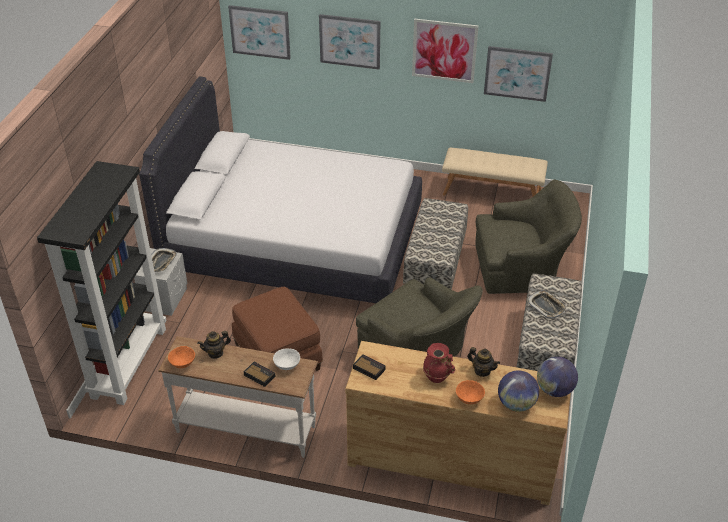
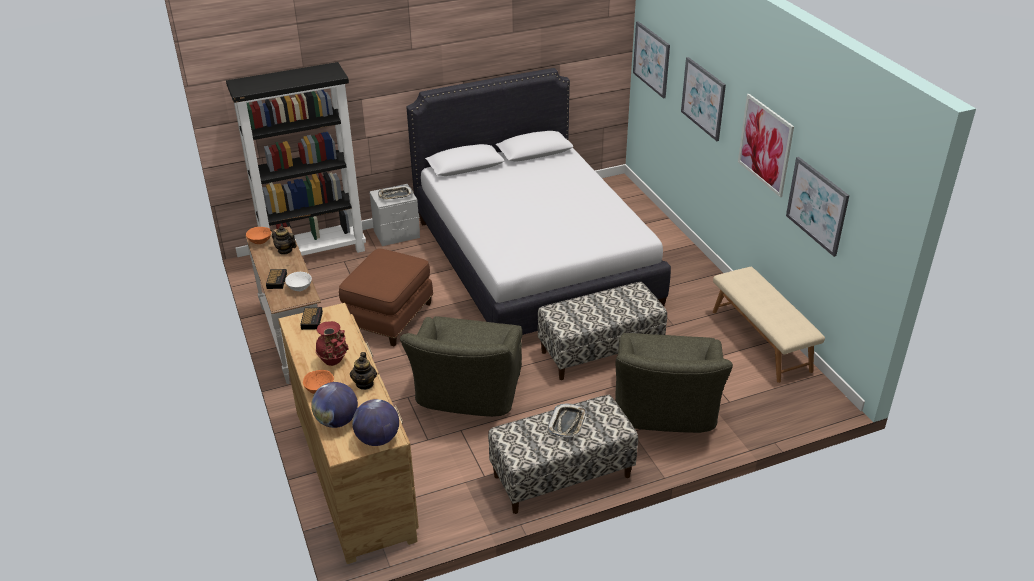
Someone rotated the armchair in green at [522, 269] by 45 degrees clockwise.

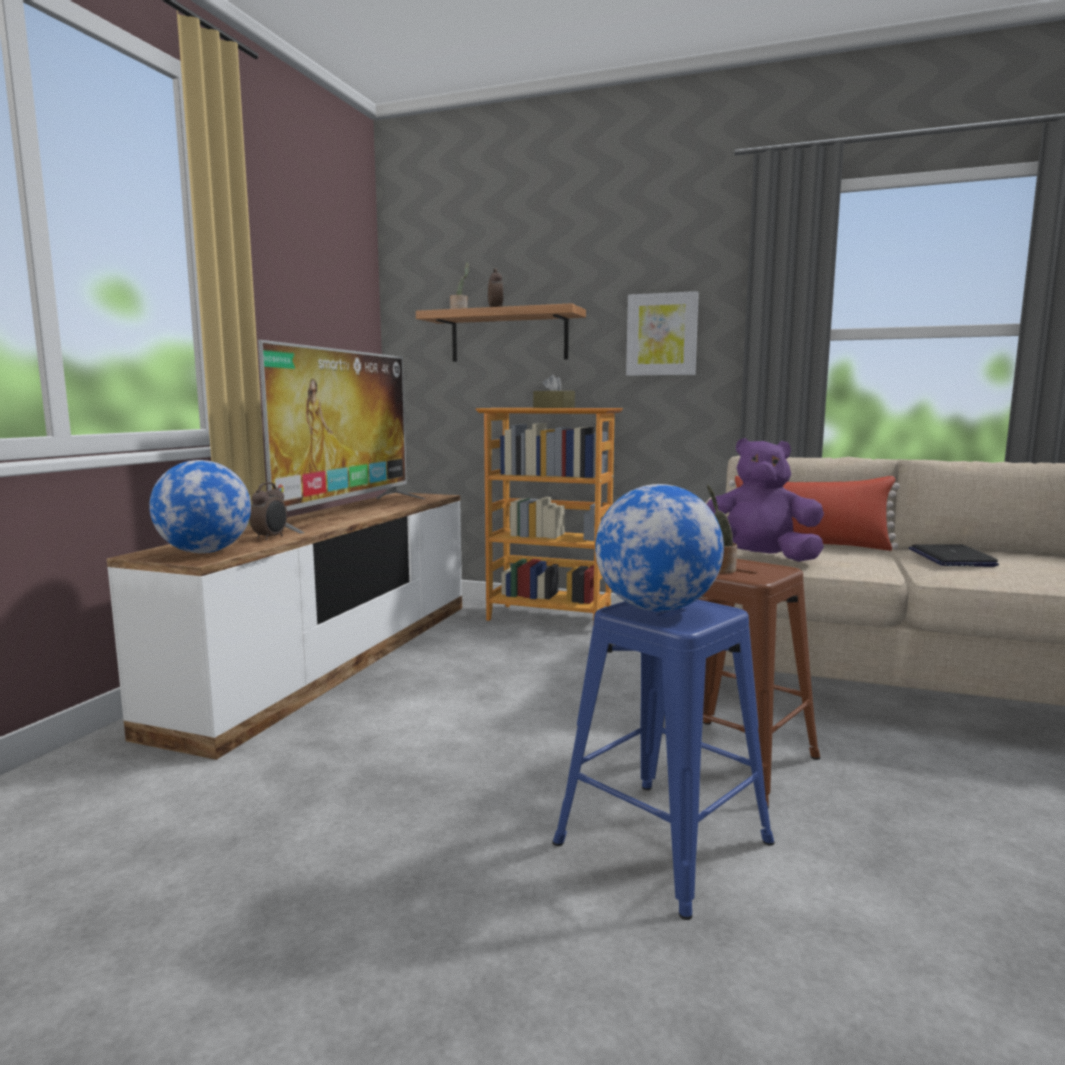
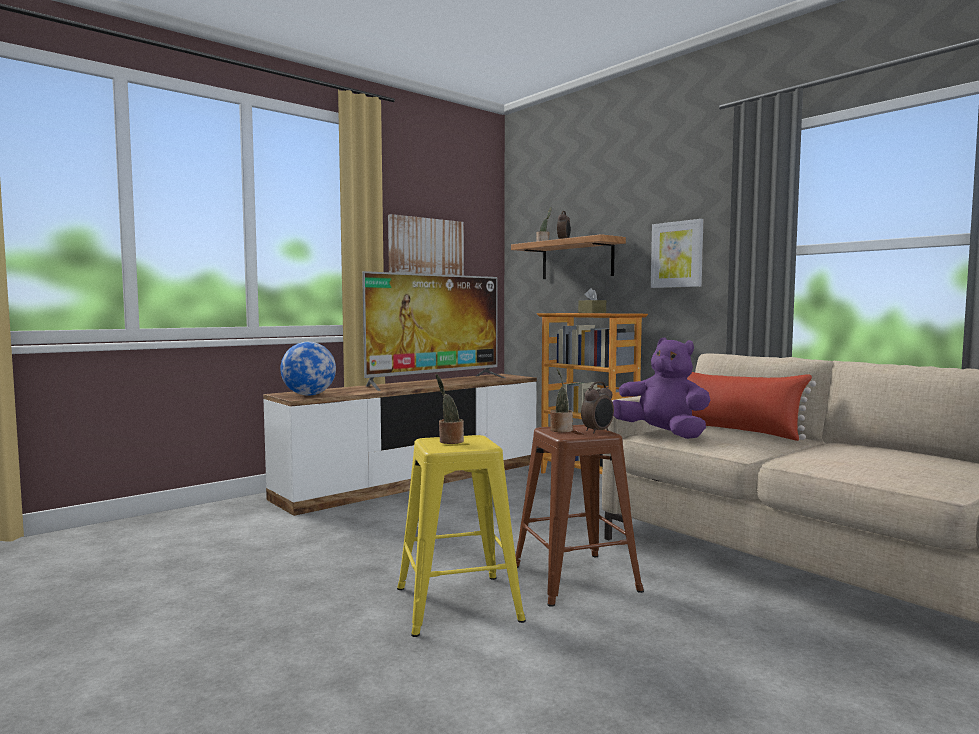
Someone took away the laptop at [951, 558]. Someone put up the picture at [426, 248]. Someone carried the alarm clock from [271, 538] to [598, 431]. Someone swapped the globe at [656, 609] for the potted plant at [449, 441]. Someone repainted the stool in blue at [662, 840], which became the stool in yellow at [459, 603].

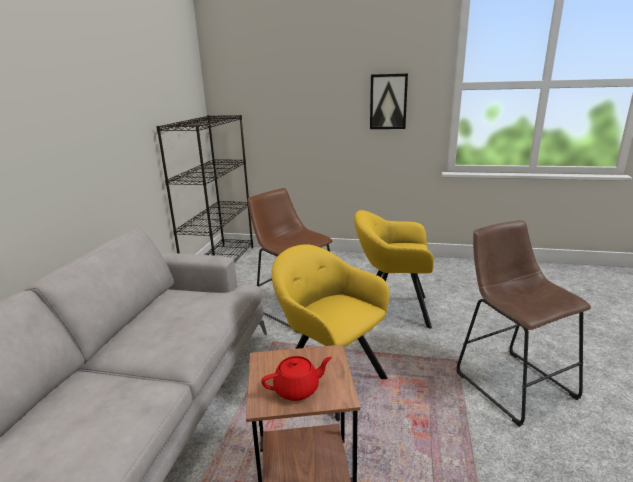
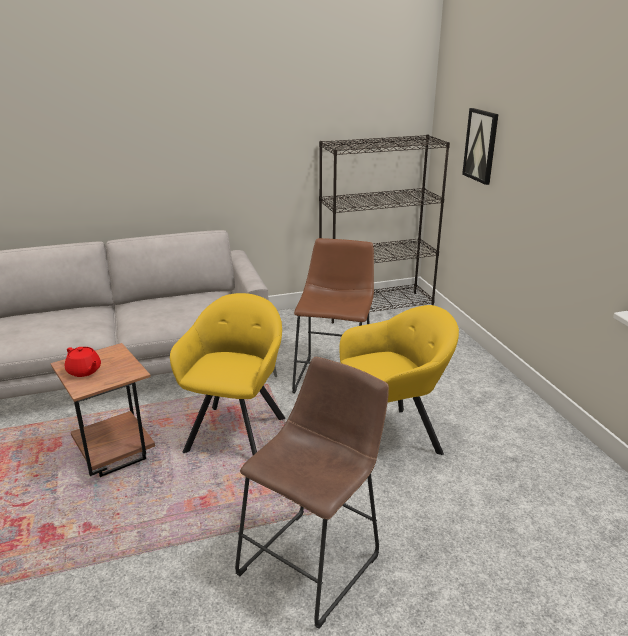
Someone carried the picture from [388, 102] to [481, 145]. Someone rotated the armchair in yellow at [392, 309] by 90 degrees clockwise.

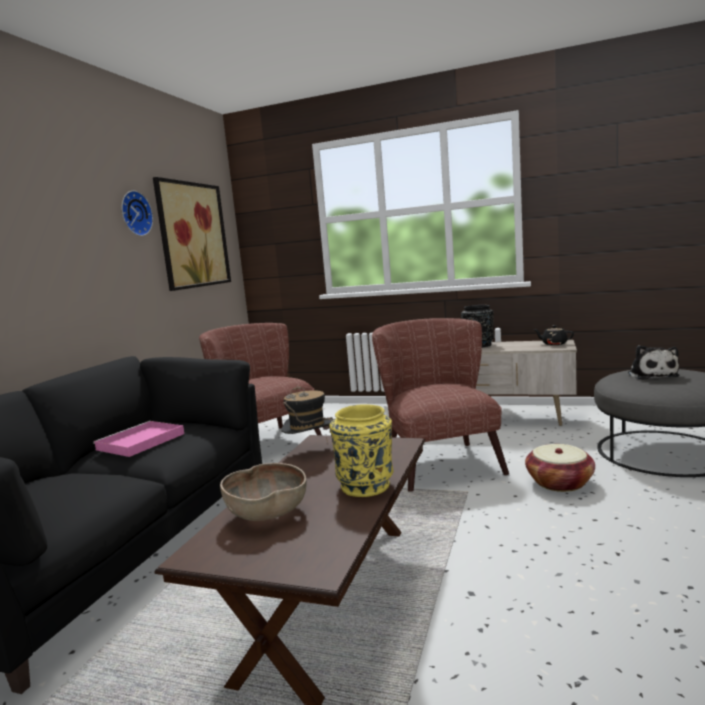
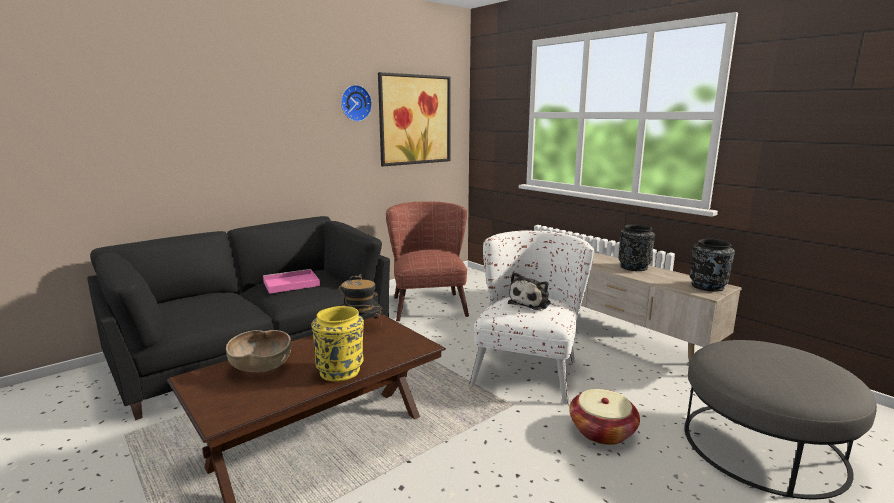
Someone carried the plush toy from [652, 375] to [531, 303]. Someone swapped the teapot in black at [553, 344] for the vase in black at [707, 287]. Someone repainted the armchair in brown at [438, 461], which became the armchair in white at [529, 368].

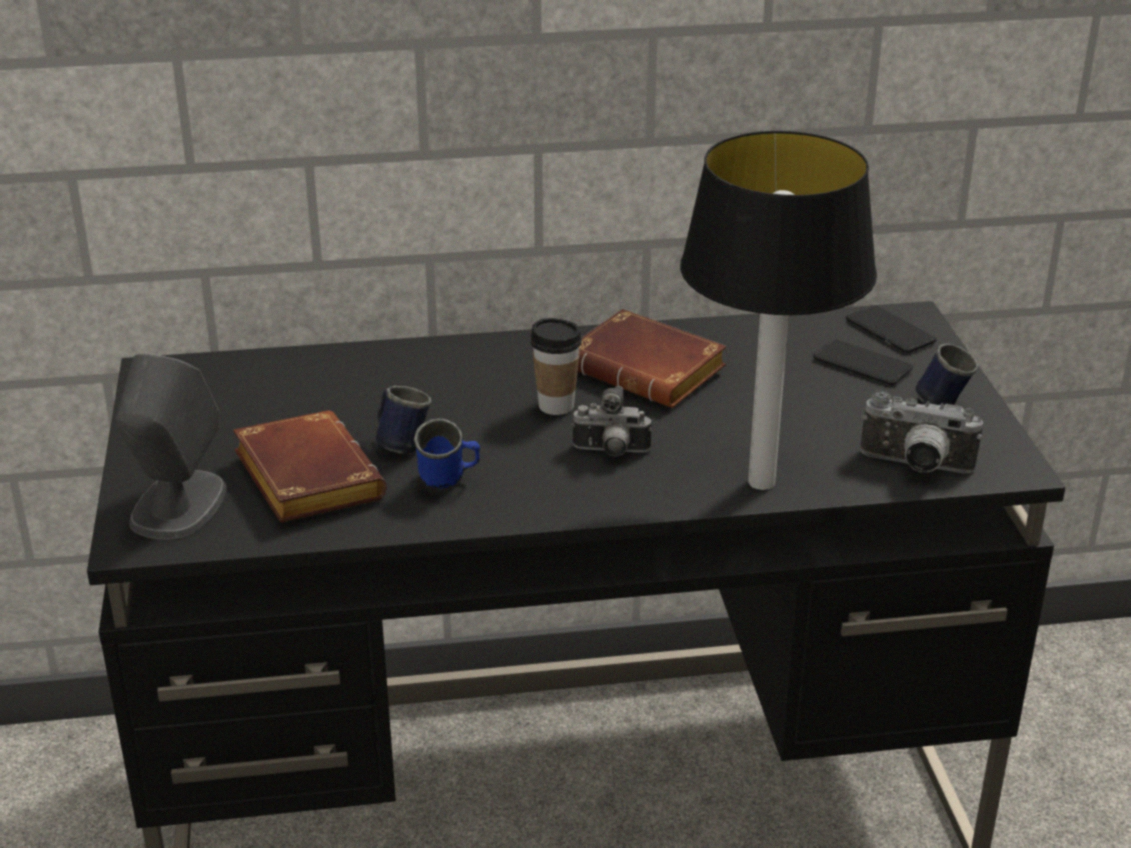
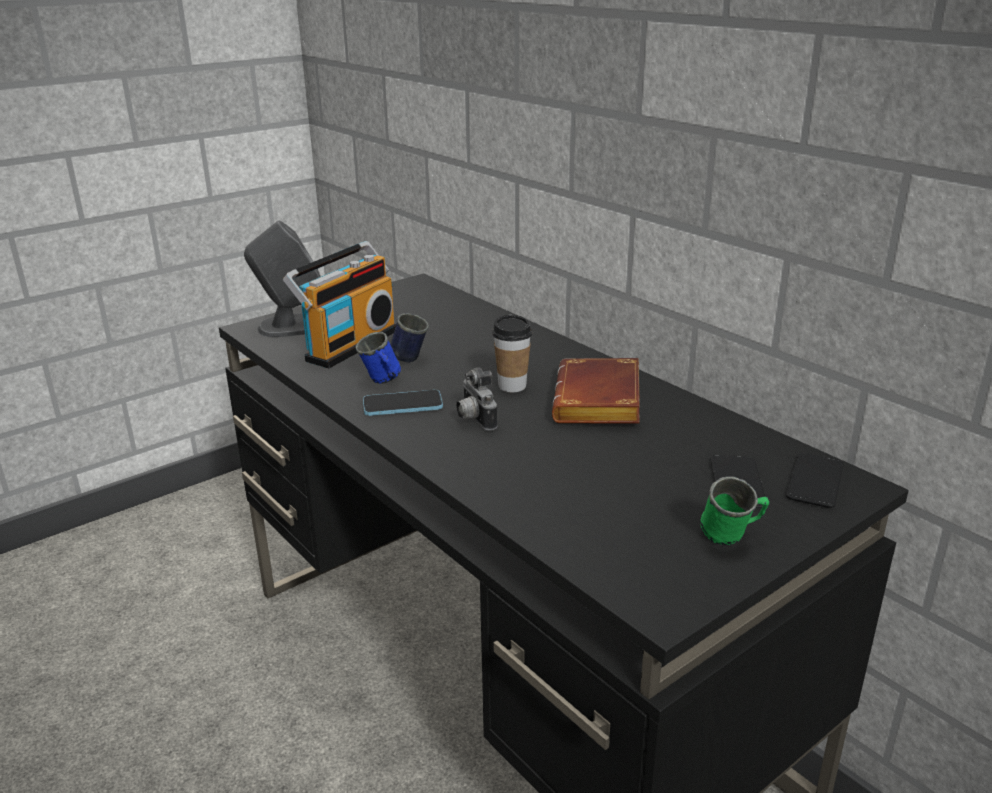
Someone took away the table lamp at [762, 483]. Someone took away the photo camera at [915, 467]. Someone put down the phone at [402, 405]. Someone swapped the book in brown at [303, 478] for the radio at [348, 344]. Someone repainted the mug in blue at [944, 401], which became the mug in green at [732, 538].

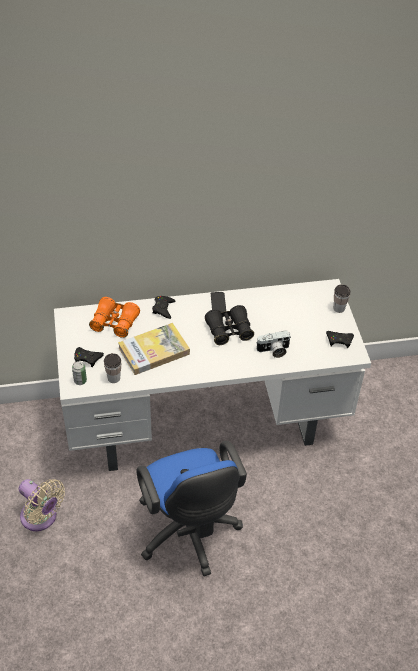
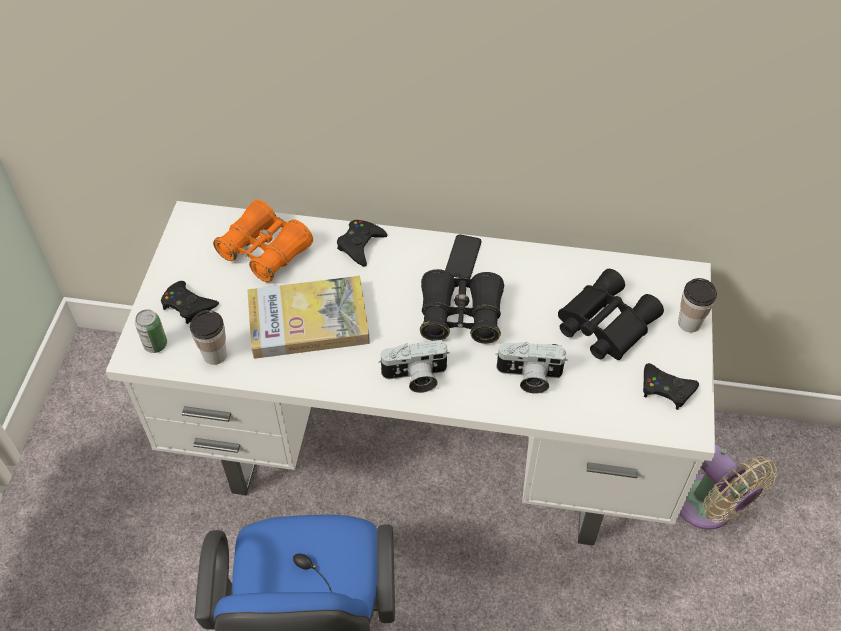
Someone put down the photo camera at [415, 377]. Someone put down the binoculars in black at [603, 323]. Someone carried the fan in beige from [41, 518] to [708, 508].

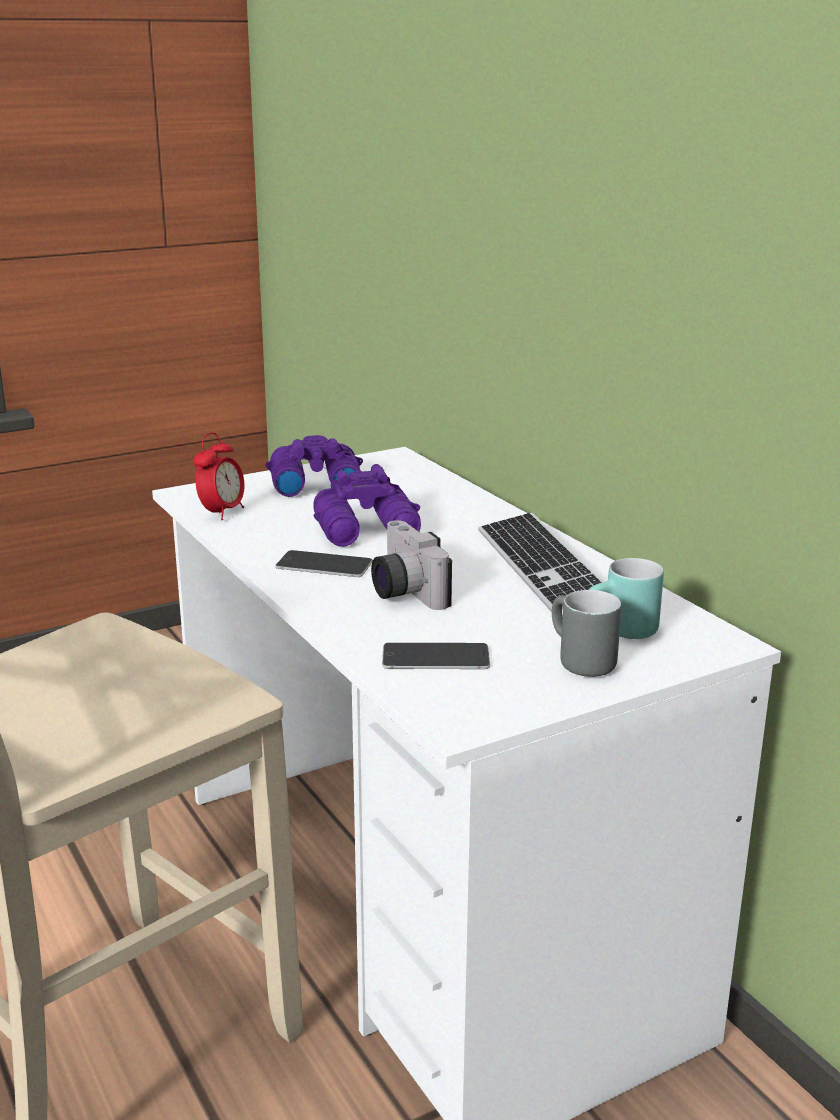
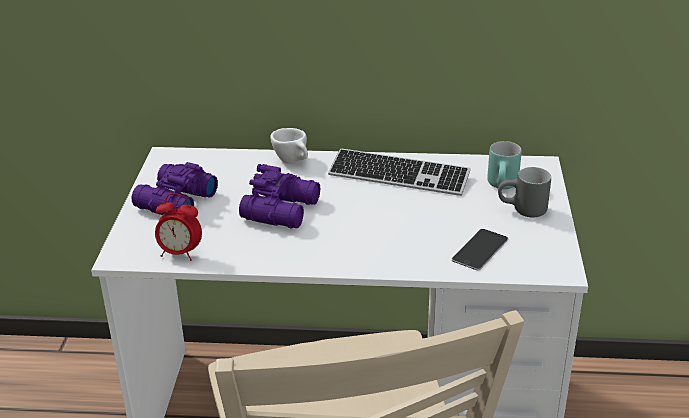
Someone took away the phone at [324, 564]. Someone took away the photo camera at [402, 591]. Someone put down the cup in white at [293, 162]. Someone rotated the alarm clock at [222, 513] by 135 degrees clockwise.

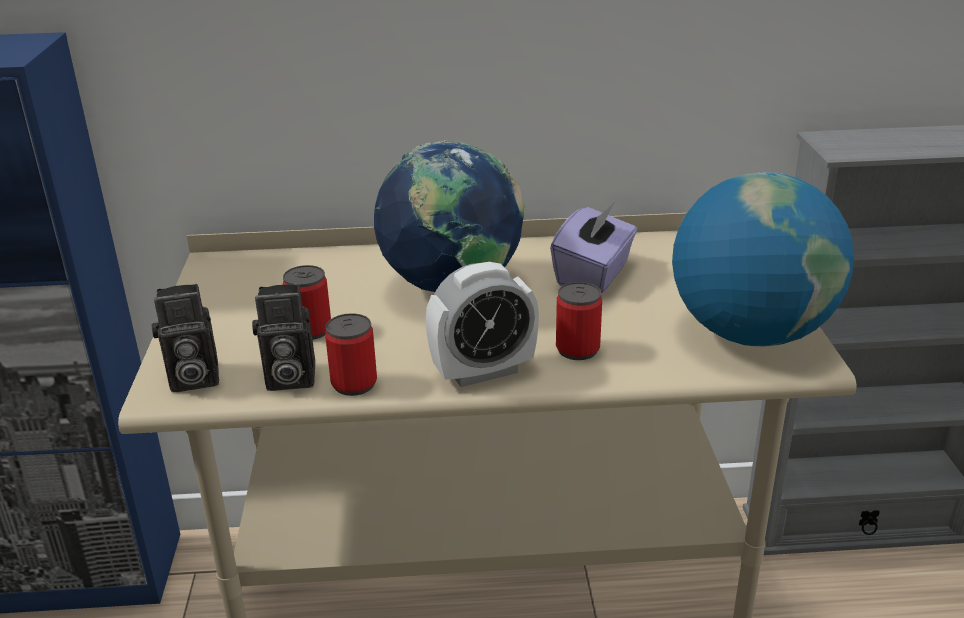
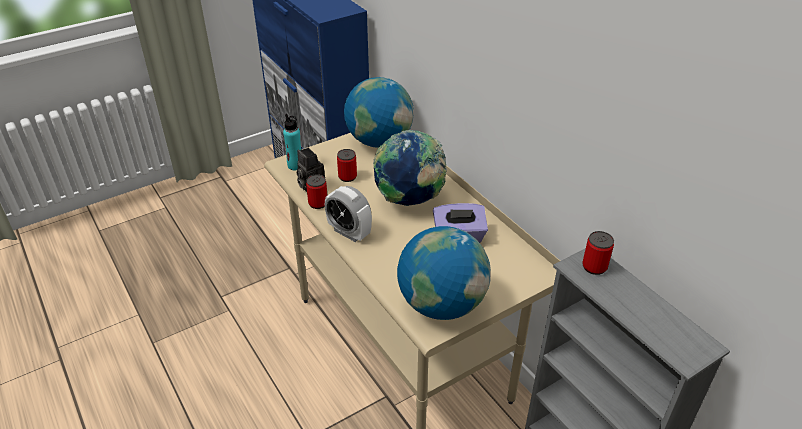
Someone put down the globe at [379, 141]. Someone carried the can from [577, 349] to [594, 267]. Someone swapped the photo camera at [191, 379] for the bottle in turquoise at [295, 165].

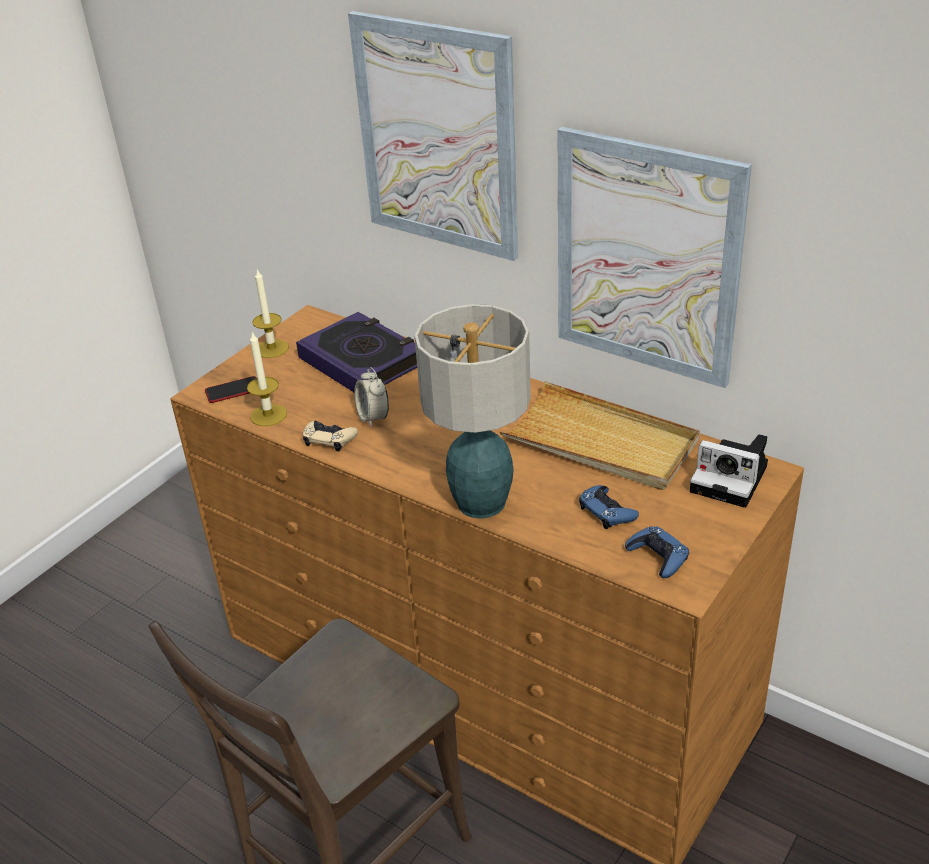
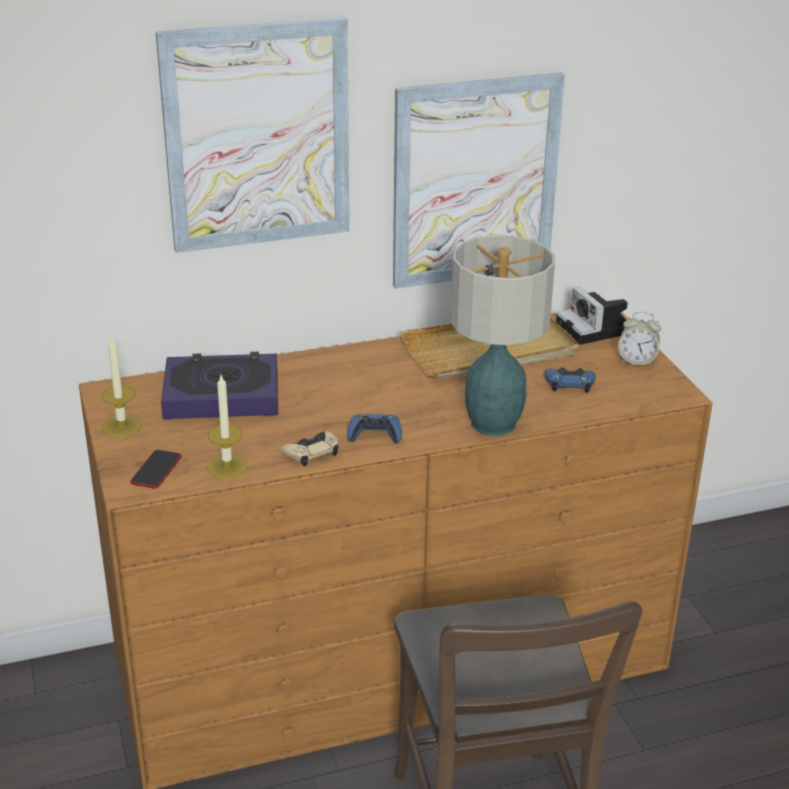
Someone carried the alarm clock from [373, 417] to [636, 361]. Someone carried the game controller in blue from [658, 556] to [374, 434]. Someone rotated the photo camera at [732, 479] by 90 degrees clockwise.

